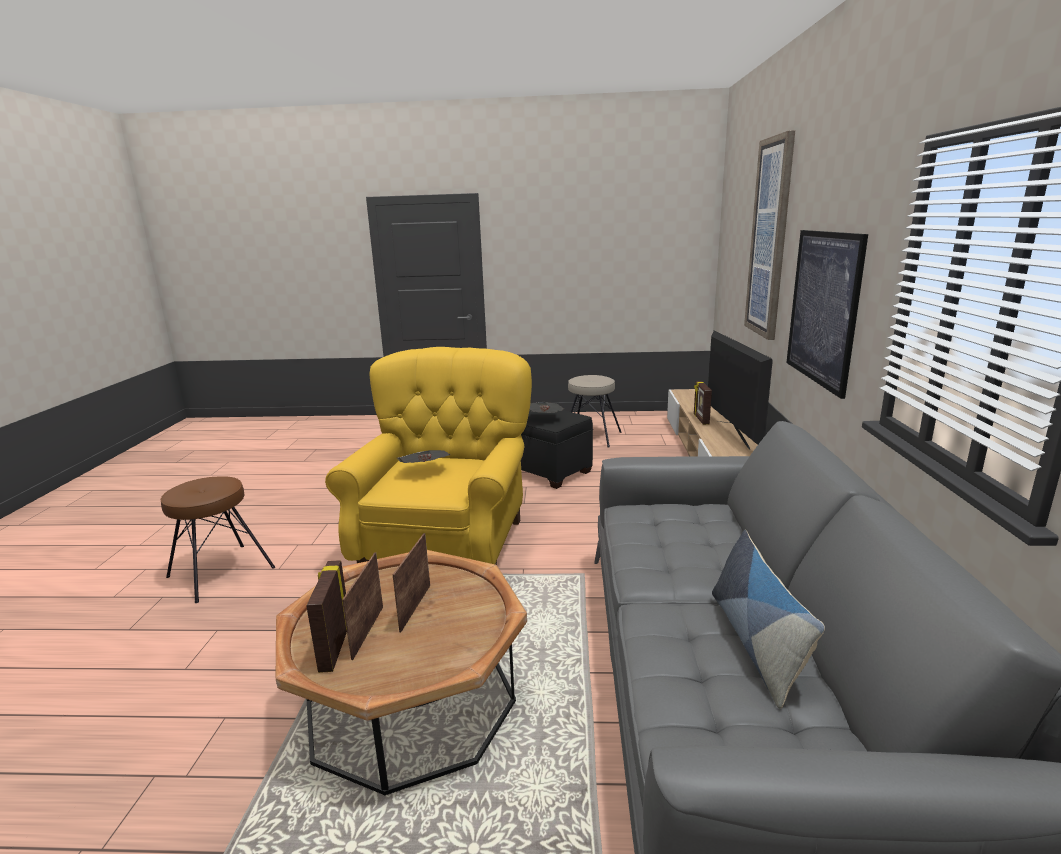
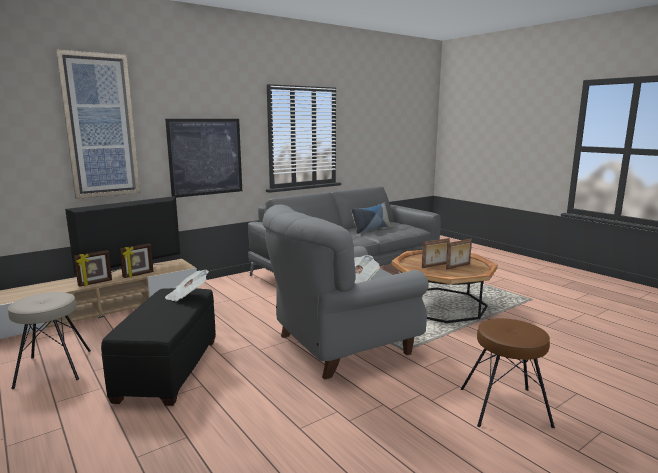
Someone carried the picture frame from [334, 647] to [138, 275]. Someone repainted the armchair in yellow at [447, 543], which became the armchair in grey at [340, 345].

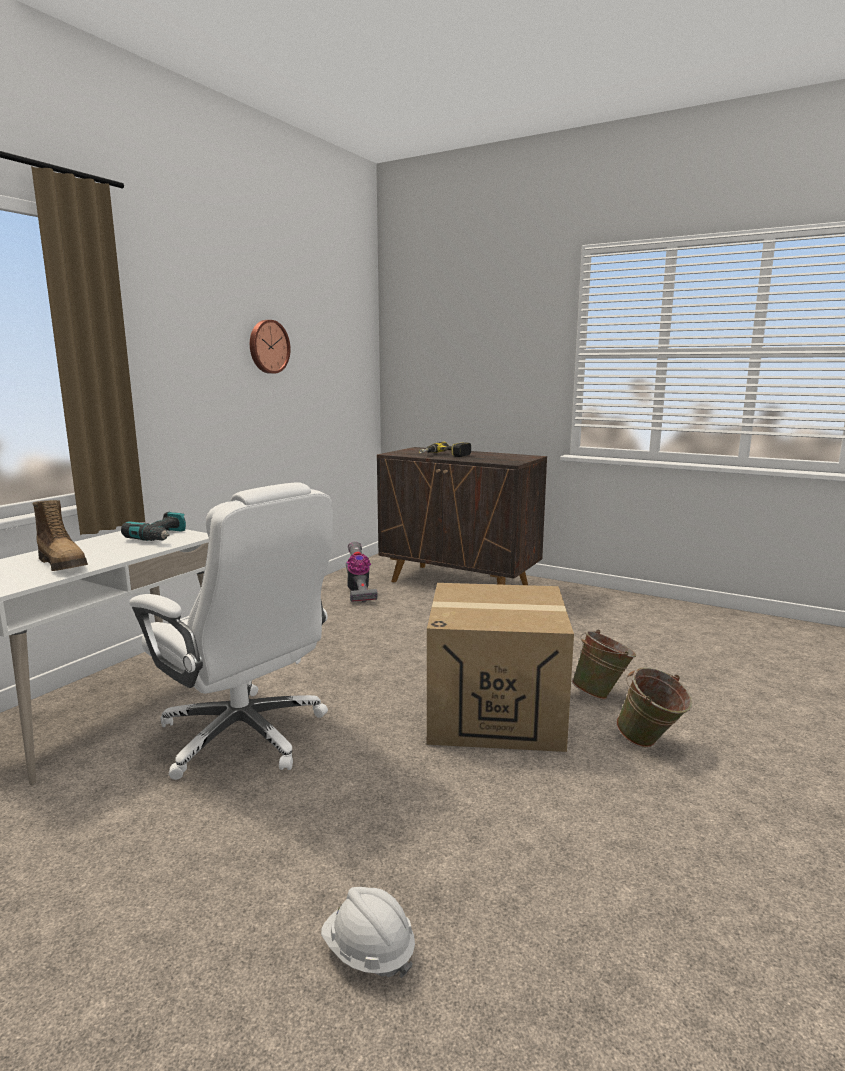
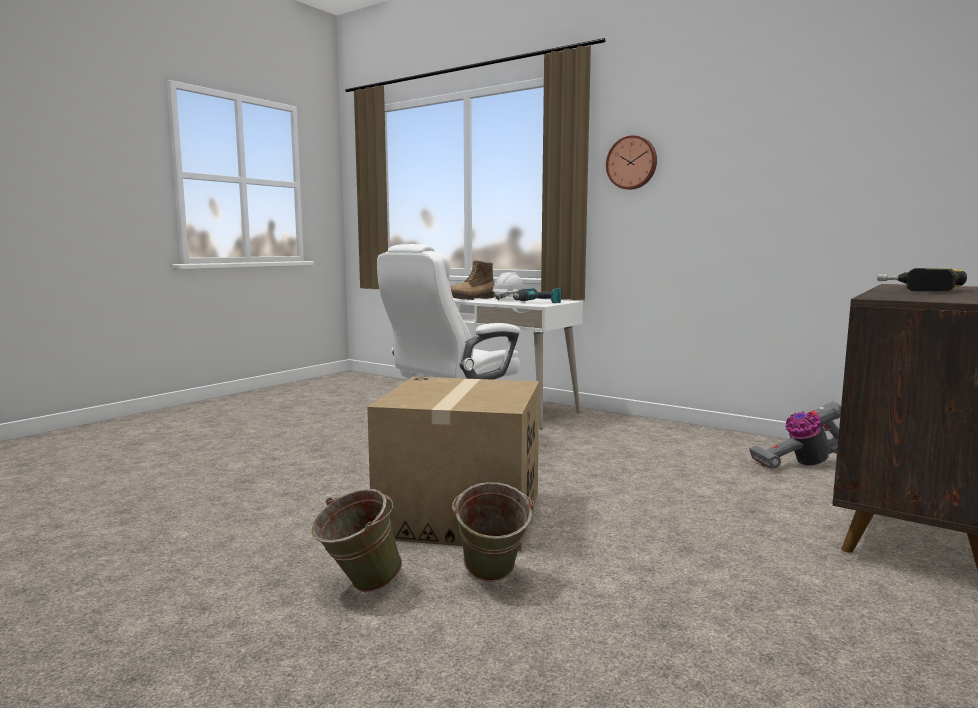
Someone carried the wall clock from [268, 346] to [632, 163]. Someone carried the hard hat in white from [368, 952] to [509, 299].

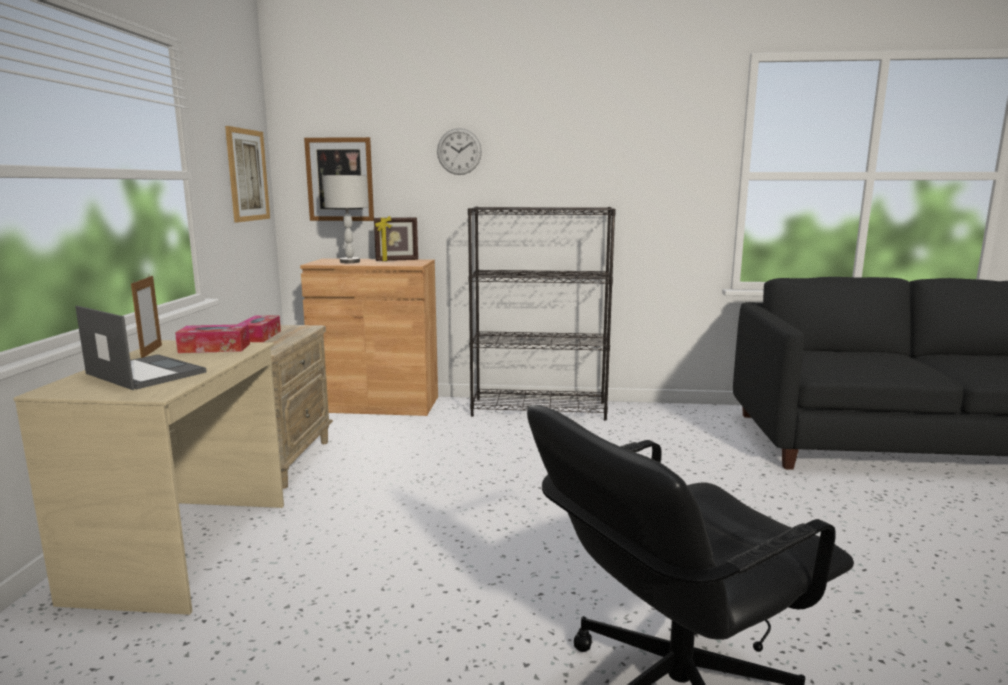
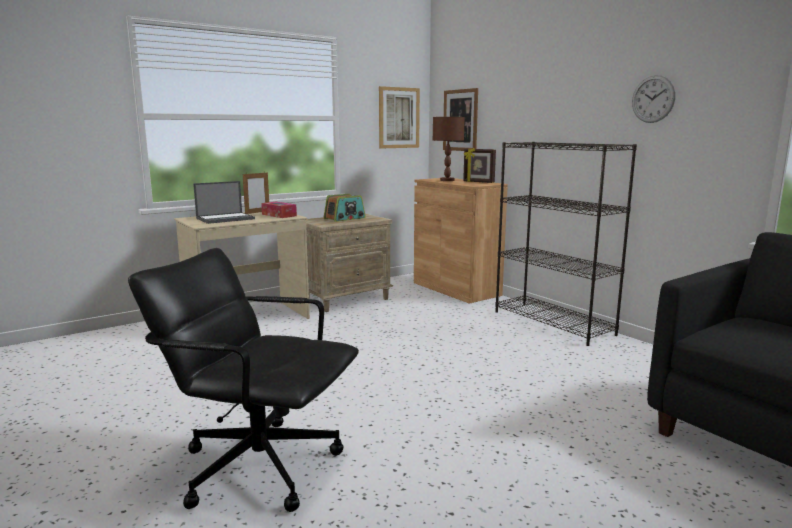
Someone carried the wall clock from [459, 151] to [653, 99]. Someone swapped the tissue box at [259, 336] for the radio at [345, 218]. Someone repainted the table lamp in grey at [349, 262], which became the table lamp in brown at [447, 180]. Someone rotated the laptop at [144, 373] by 60 degrees clockwise.

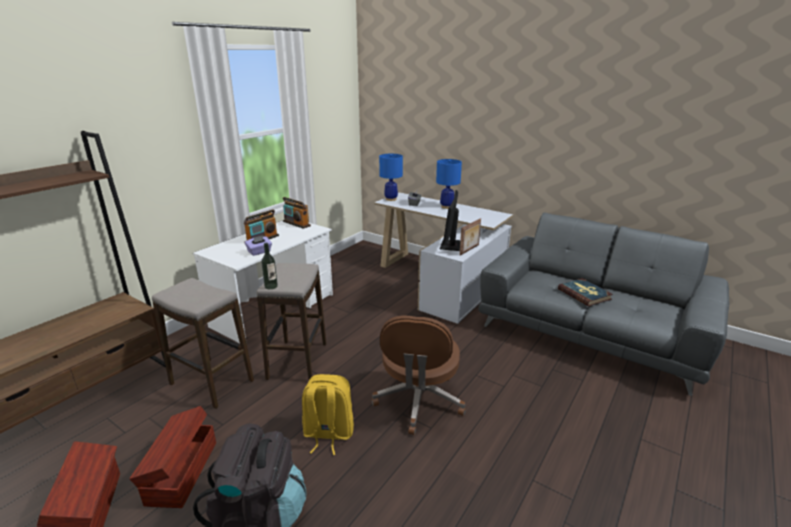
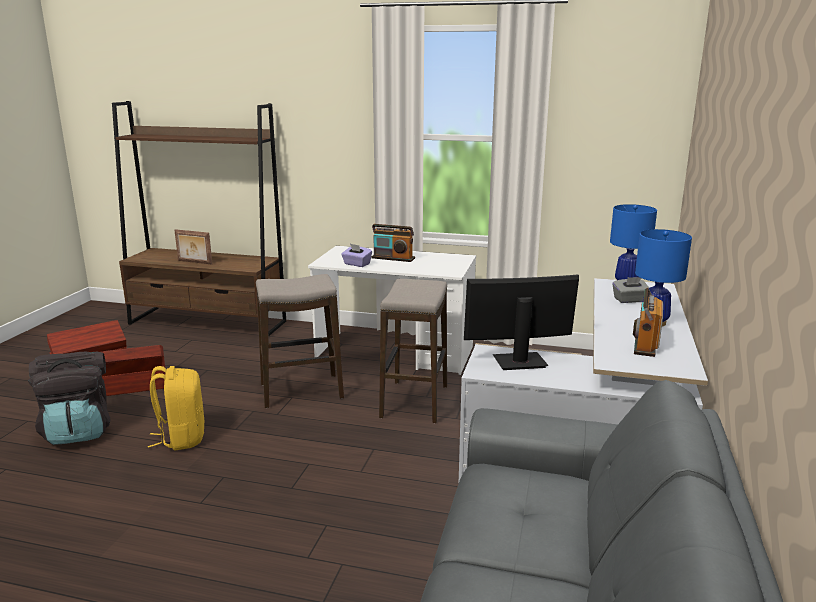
Someone took away the bottle at [271, 286]. Someone took away the office chair in brown at [418, 401]. Someone took away the book at [584, 294]. Someone carried the stool from [212, 383] to [414, 402]. Someone carried the radio from [296, 223] to [644, 343]. Someone carried the picture frame from [470, 250] to [194, 262].

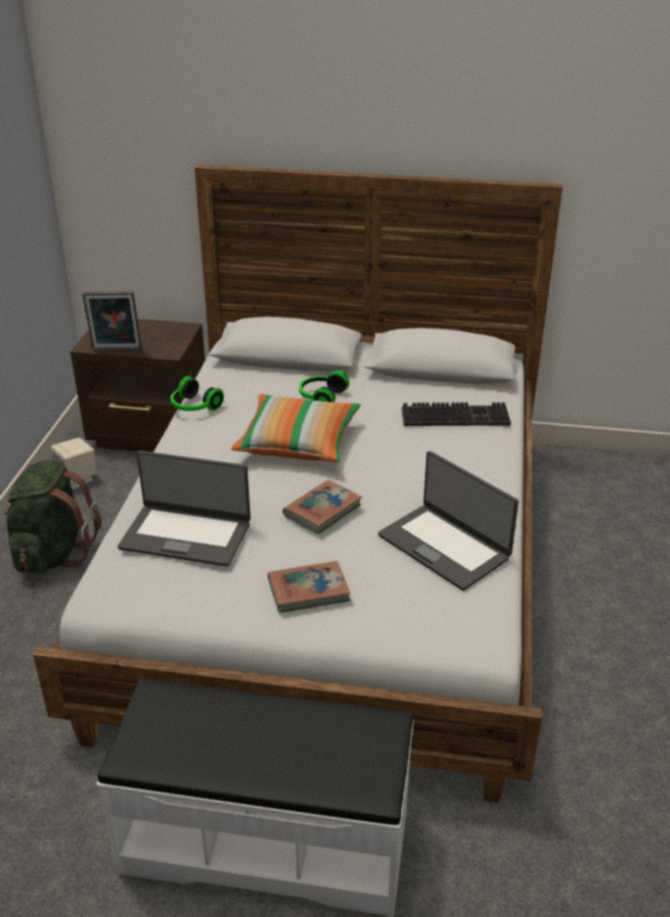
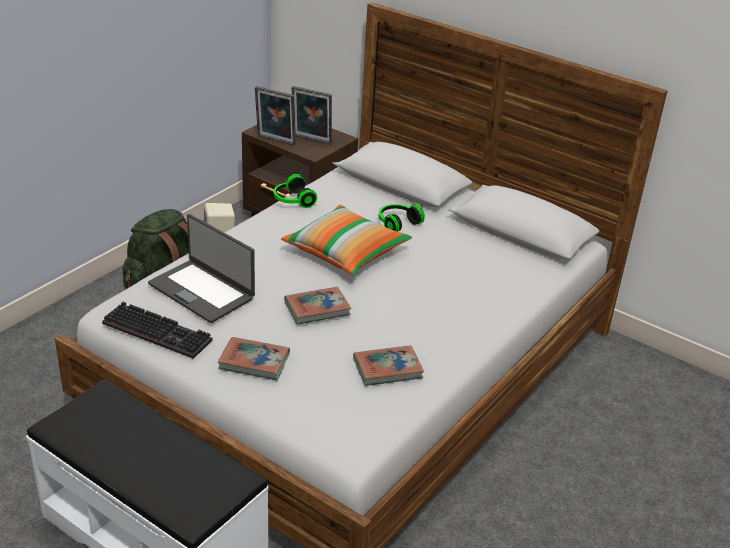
Someone put down the picture frame at [311, 140]. Someone carried the keyboard from [456, 416] to [160, 331]. Someone swapped the laptop at [444, 546] for the book at [387, 369].

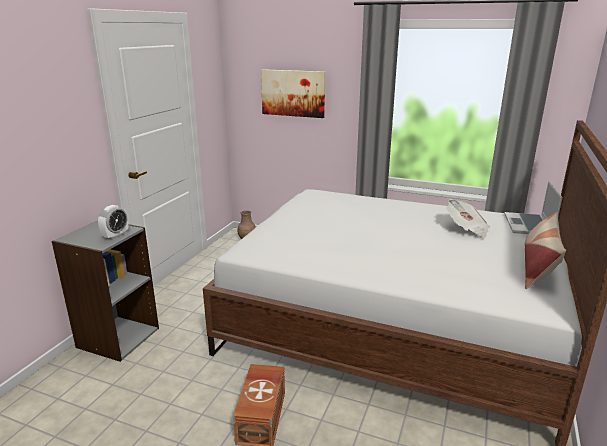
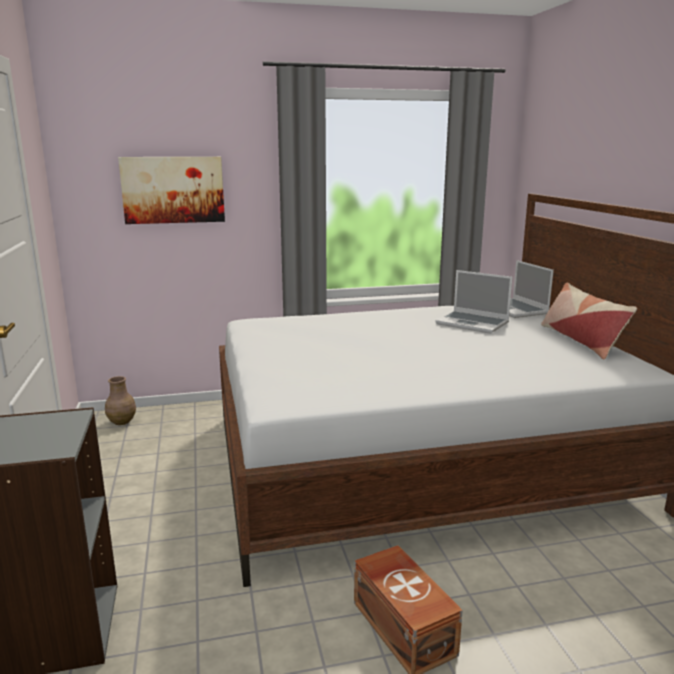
Someone took away the alarm clock at [115, 235]. Someone swapped the newspaper at [467, 229] for the laptop at [473, 323].

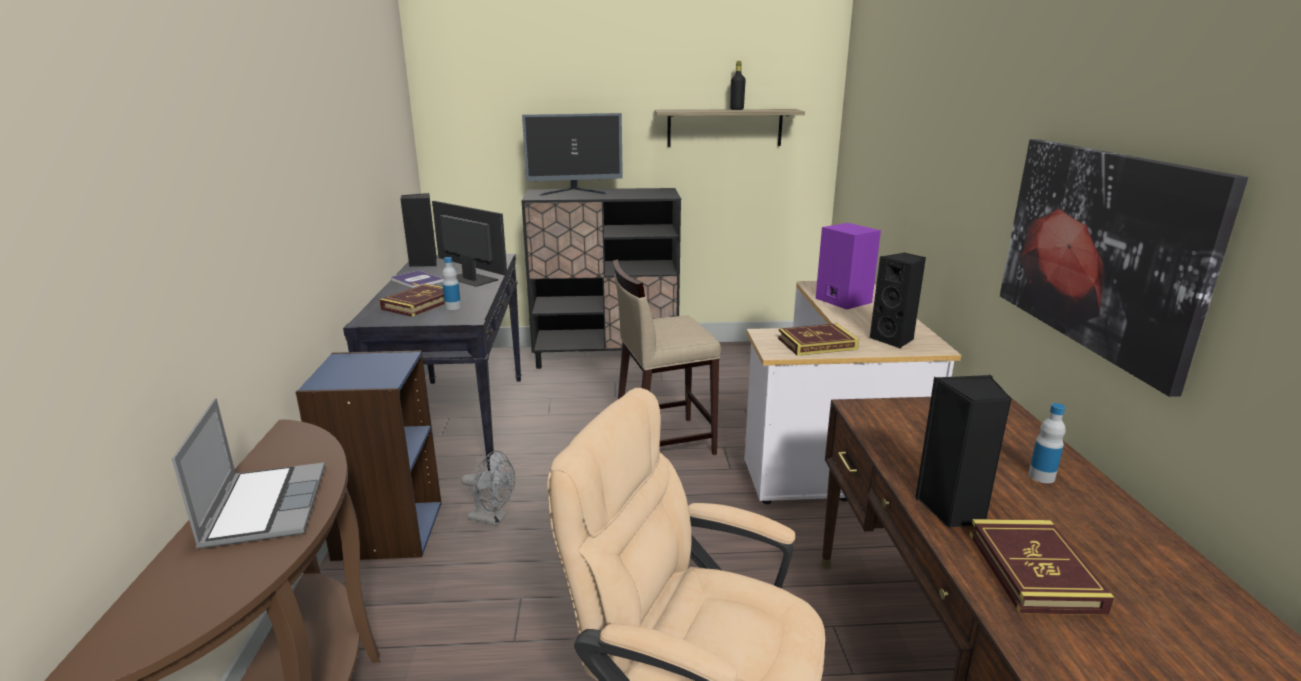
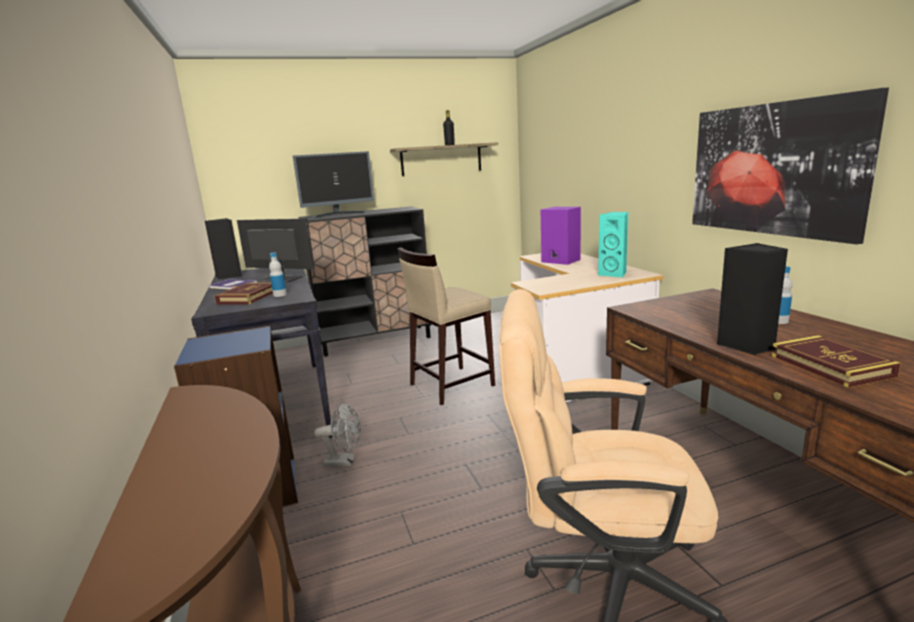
Someone took away the laptop at [264, 506]. Someone took away the book at [817, 344]. Someone repainted the speaker in black at [894, 340], which became the speaker in turquoise at [614, 274].

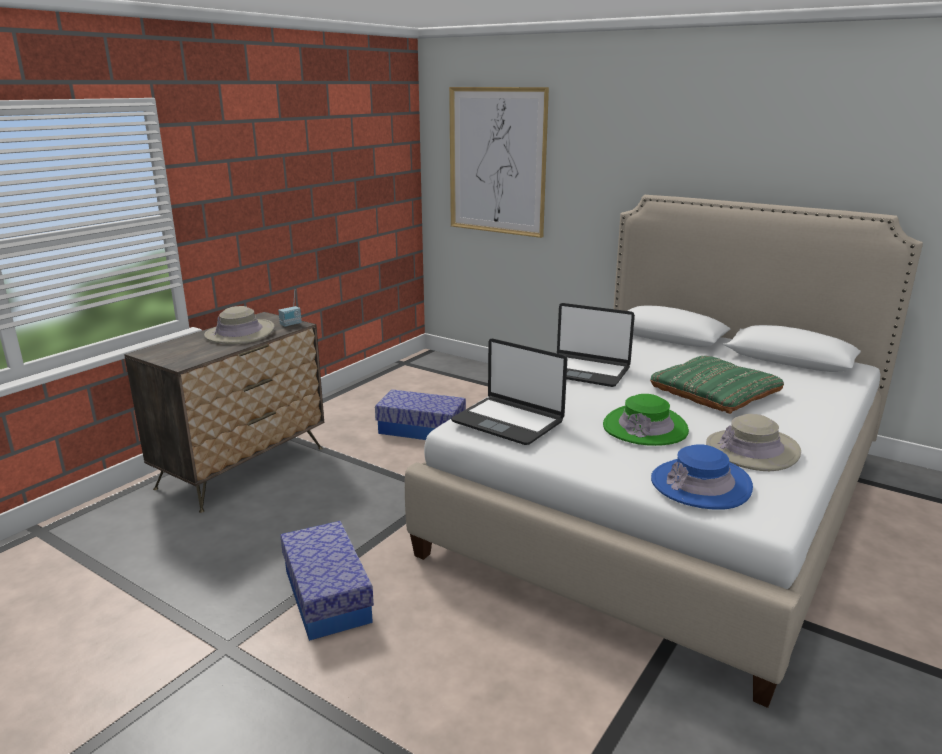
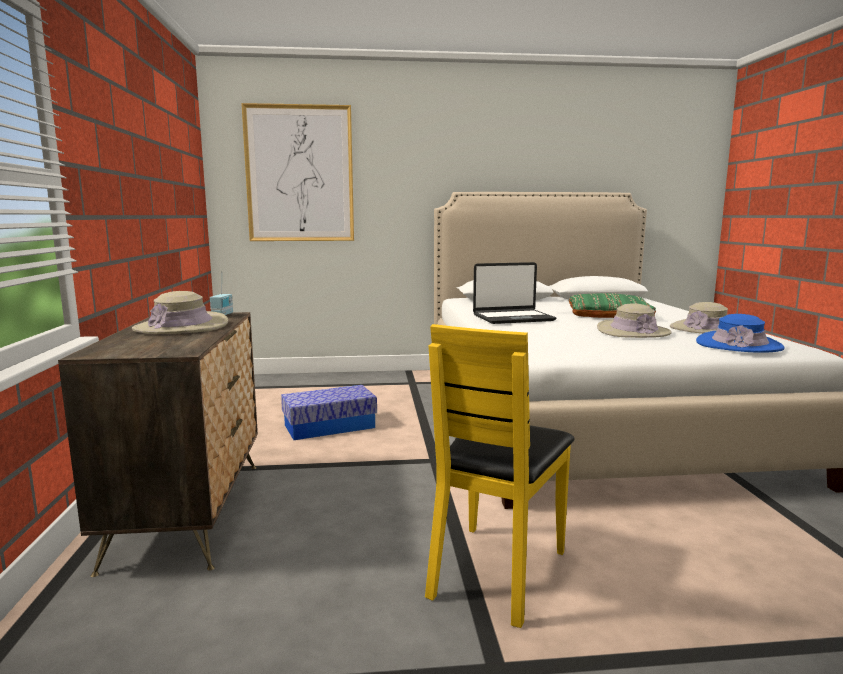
Someone took away the laptop at [508, 421]. Someone swapped the storage box at [327, 595] for the chair in yellow at [496, 571]. Someone repainted the hat in green at [645, 427], which became the hat in beige at [633, 331].

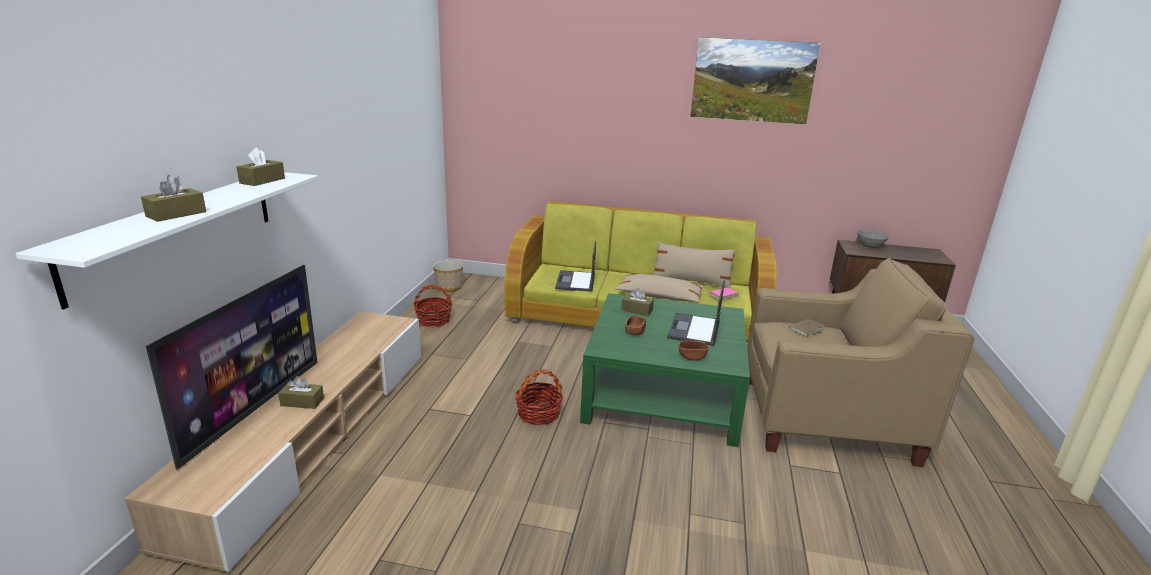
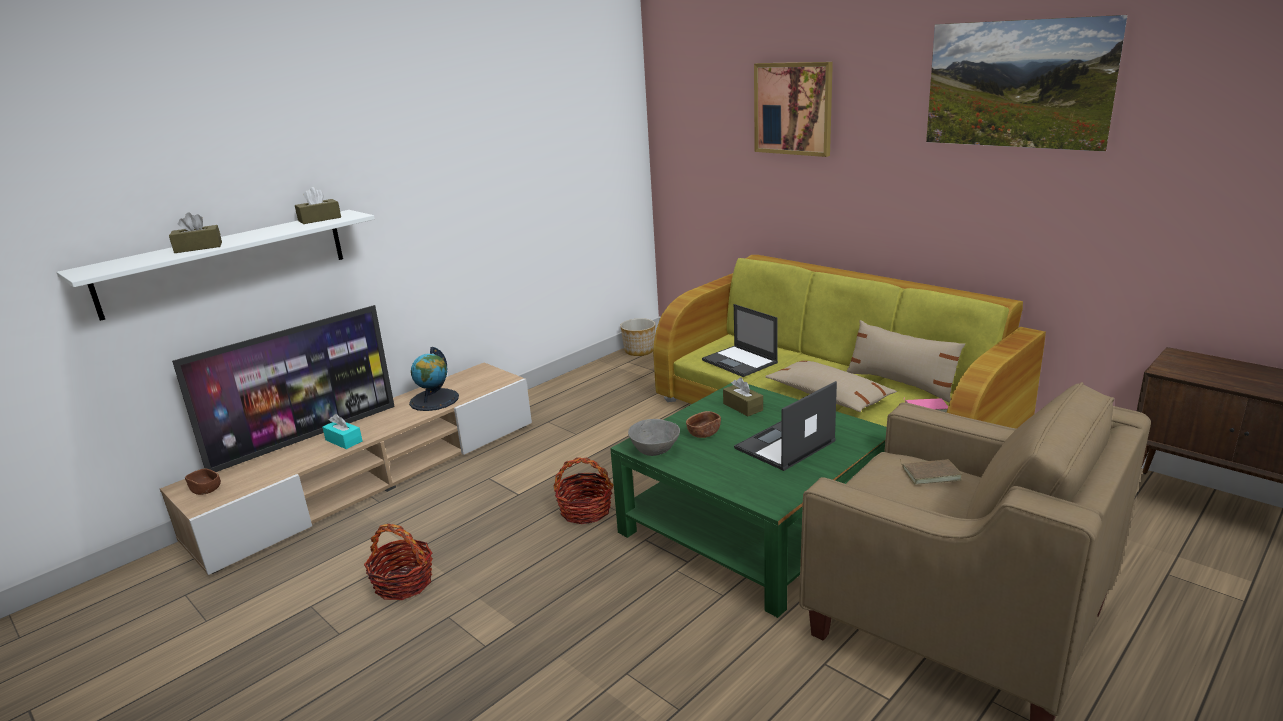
Someone put down the globe at [434, 400]. Someone put up the picture at [793, 108]. Someone carried the basket from [434, 320] to [404, 583]. Someone carried the bowl in brown from [692, 357] to [206, 489]. Someone carried the bowl in grey from [870, 246] to [655, 450]. Someone repainted the tissue box in brown at [302, 402], which became the tissue box in turquoise at [344, 441]. Someone rotated the laptop at [575, 282] by 75 degrees counterclockwise.

